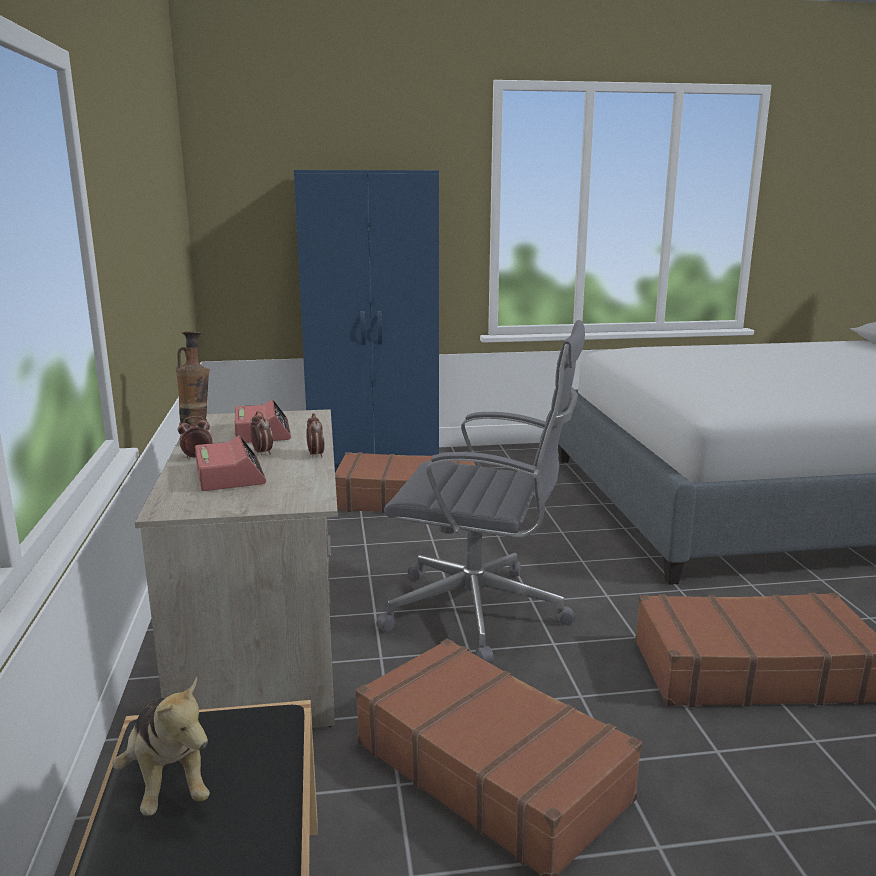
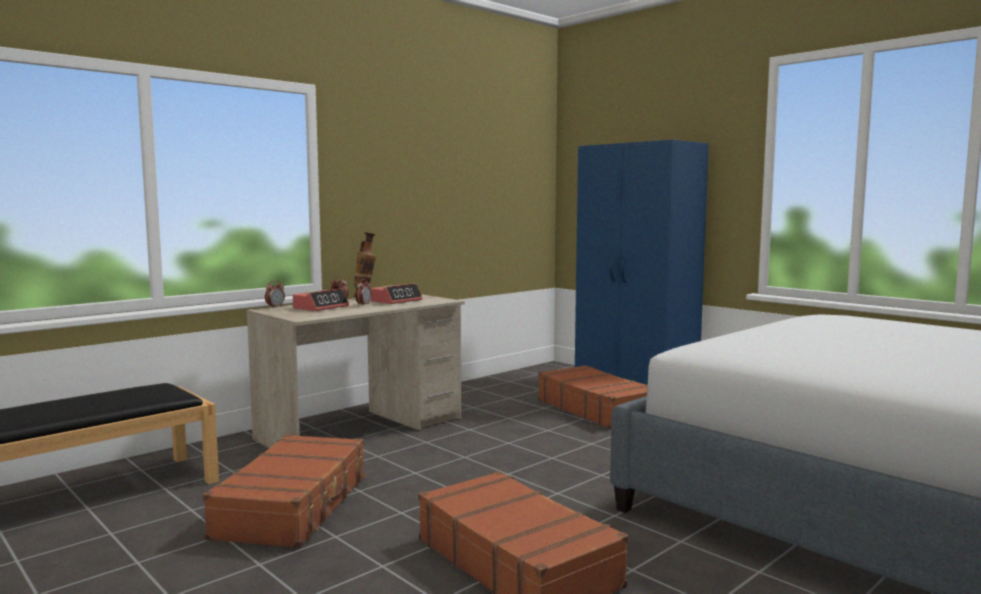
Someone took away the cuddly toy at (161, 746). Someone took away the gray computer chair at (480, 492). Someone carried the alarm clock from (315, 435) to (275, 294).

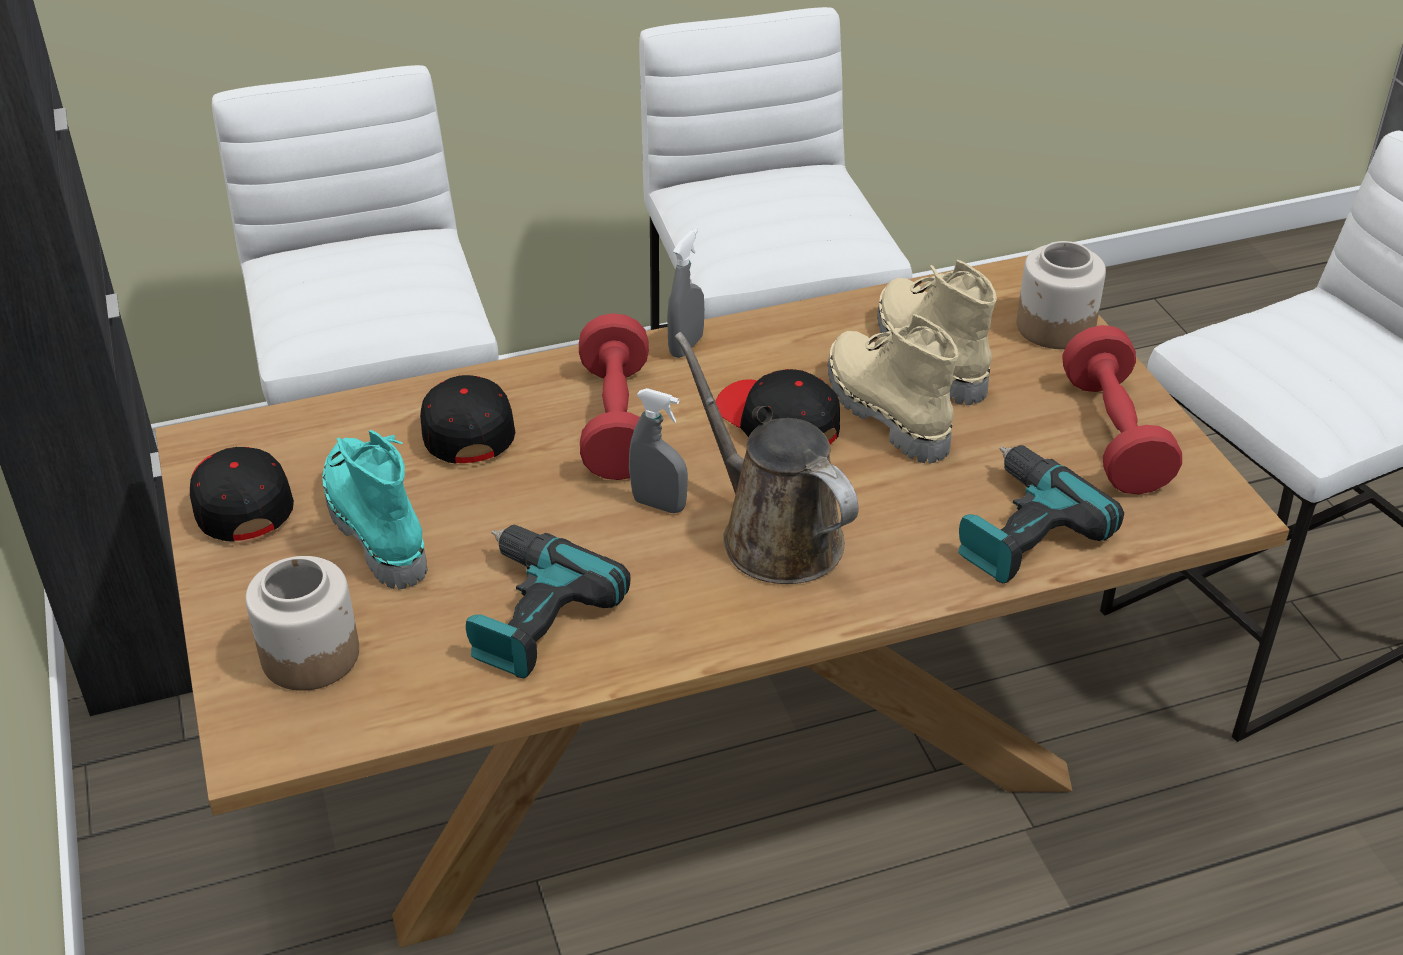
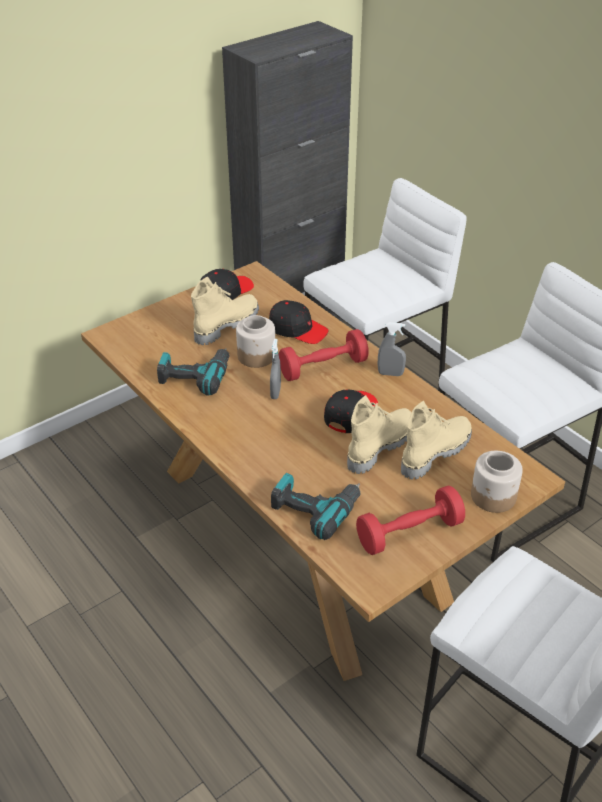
Someone took away the brownish watering pot at (766, 458). Someone carried the preserve jar from (302, 623) to (255, 341). Someone repainted the blue-green high-top boot at (374, 510), which became the sand-coloured high-top boot at (225, 311). Someone rotated the black-coloured baseball cap at (467, 419) by 60 degrees clockwise.

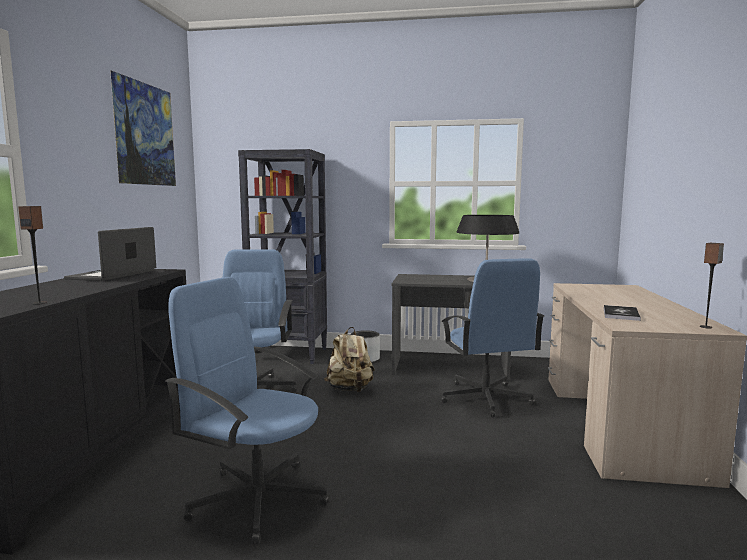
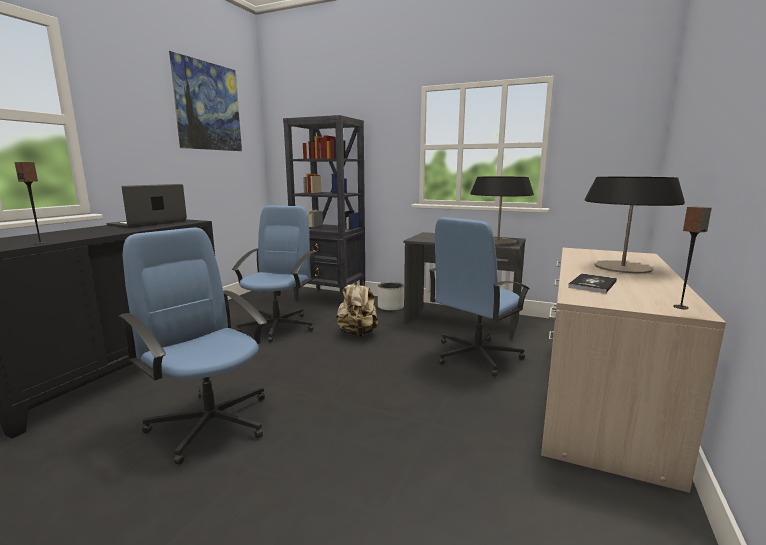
Someone put down the table lamp at (634, 225). Someone rotated the bluish computer chair at (492, 337) by 45 degrees clockwise.

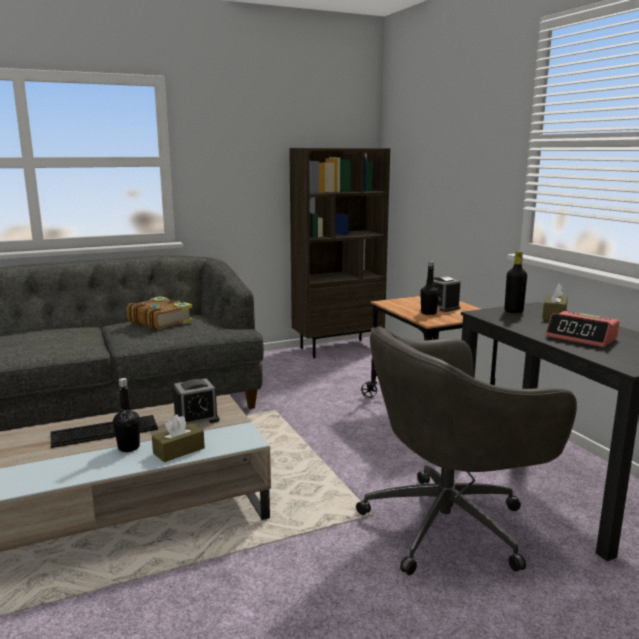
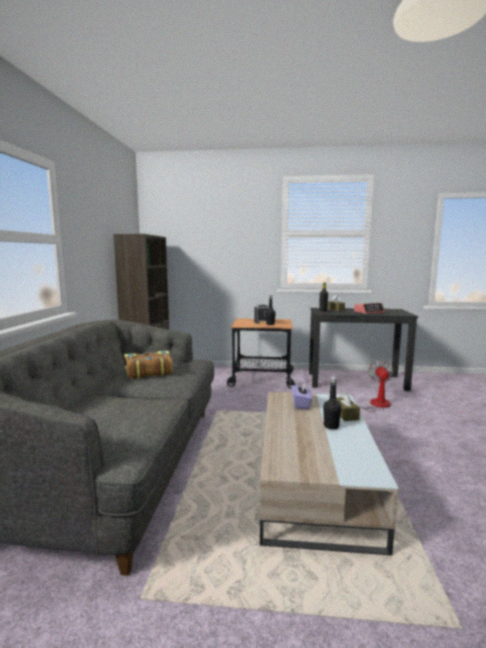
Someone took away the keyboard at (104, 431). Someone swapped the alarm clock at (196, 401) for the purplish tissue holder at (302, 396). Someone swapped the gray computer chair at (466, 451) for the electric fan at (370, 386).

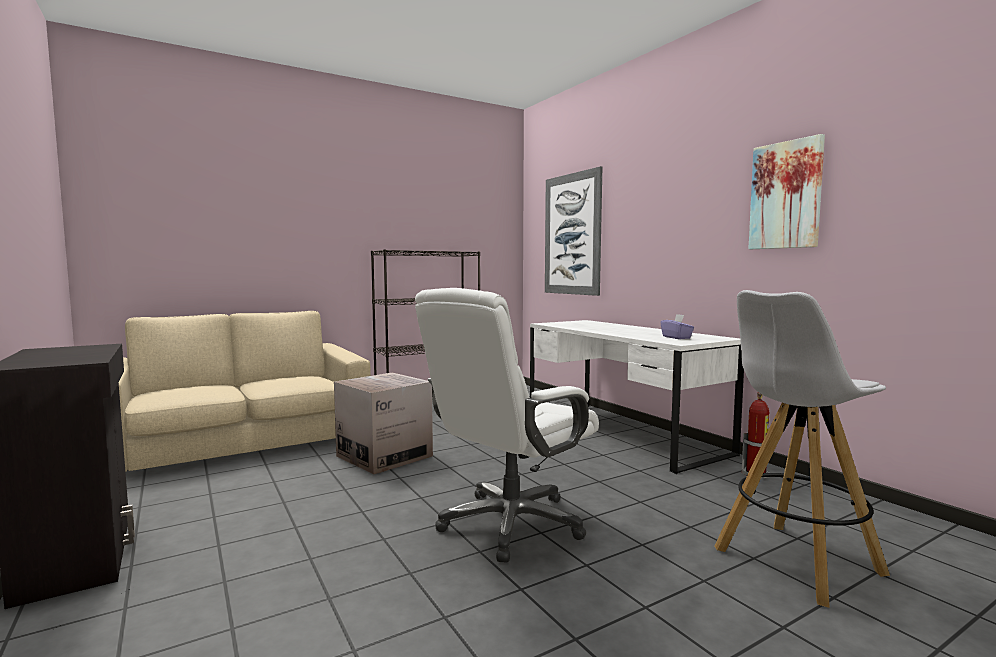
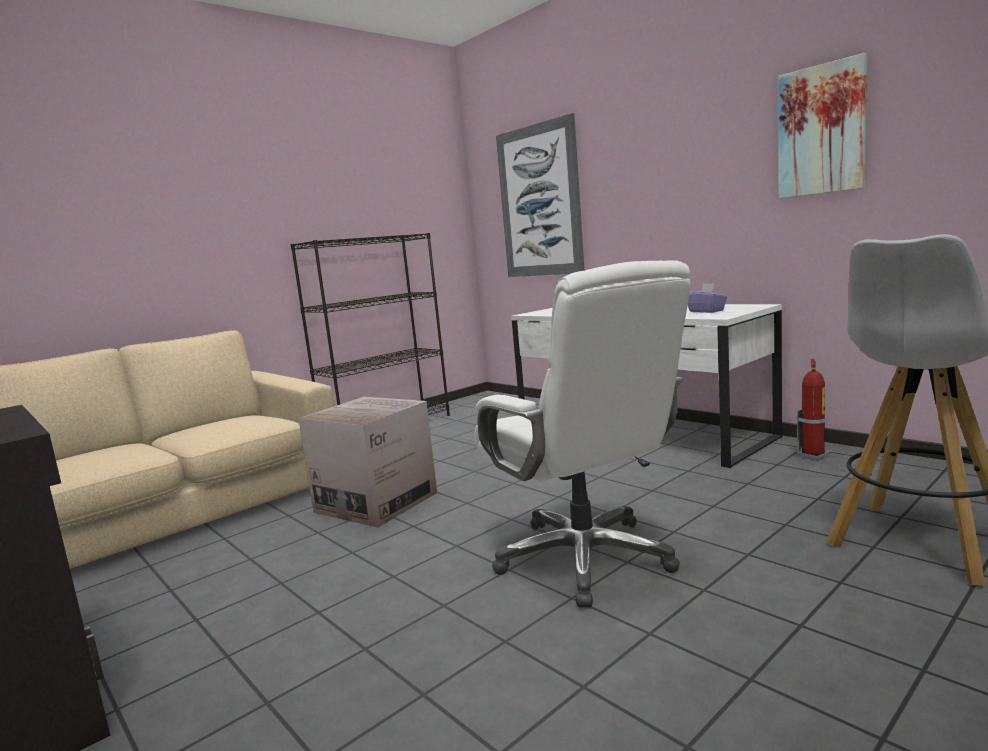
Someone rotated the whitish computer chair at (507, 425) by 60 degrees counterclockwise.

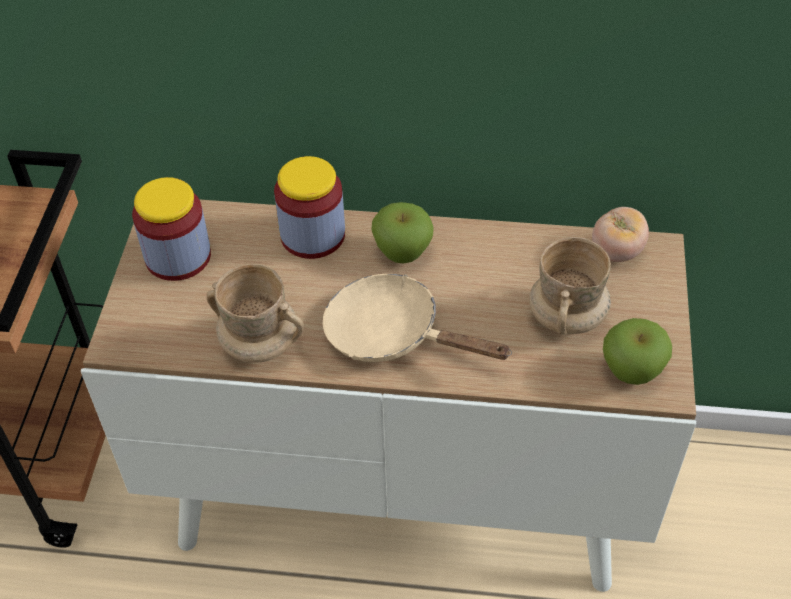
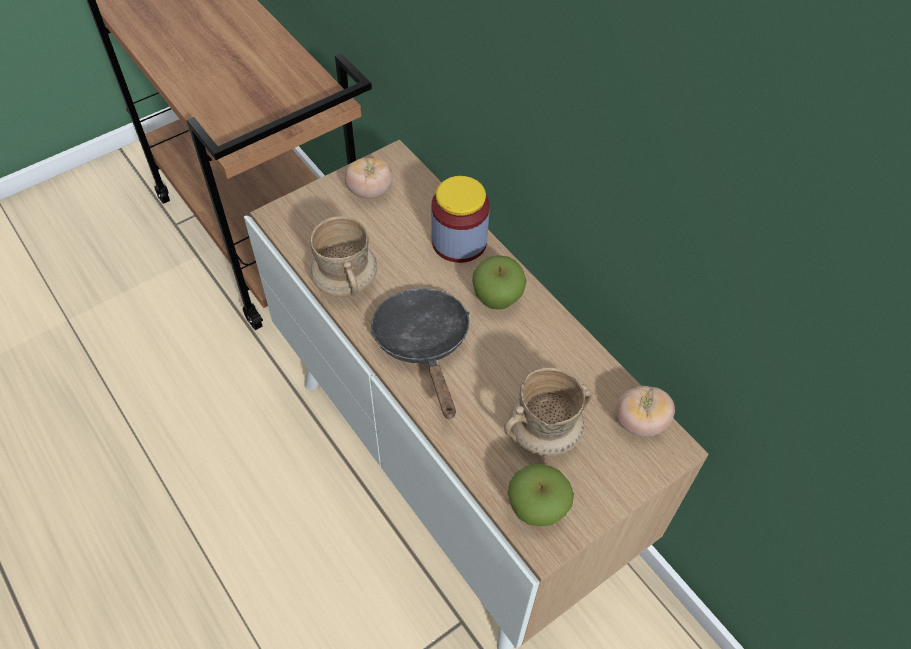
Someone swapped the preserve jar at (171, 229) for the fresh tomato at (369, 178). Someone repainted the sand-coloured pan at (417, 318), which became the black-coloured pan at (420, 353).

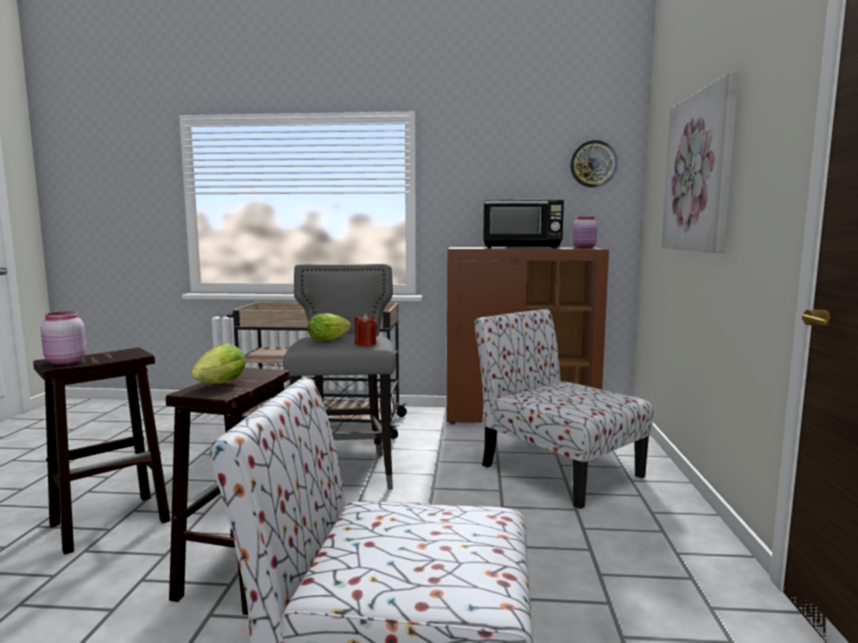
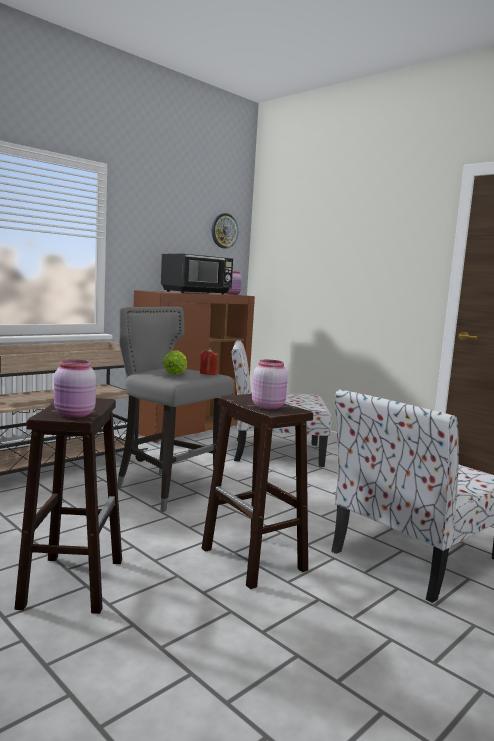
Someone took away the wall art at (700, 162). Someone swapped the lettuce head at (219, 363) for the pinkish preserve jar at (270, 384).

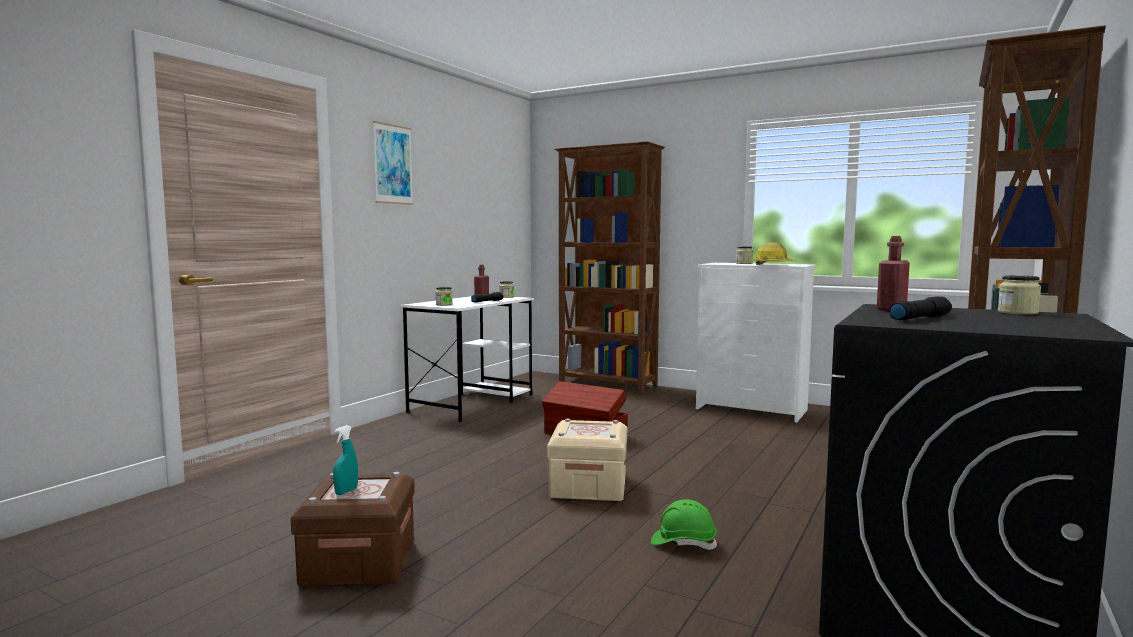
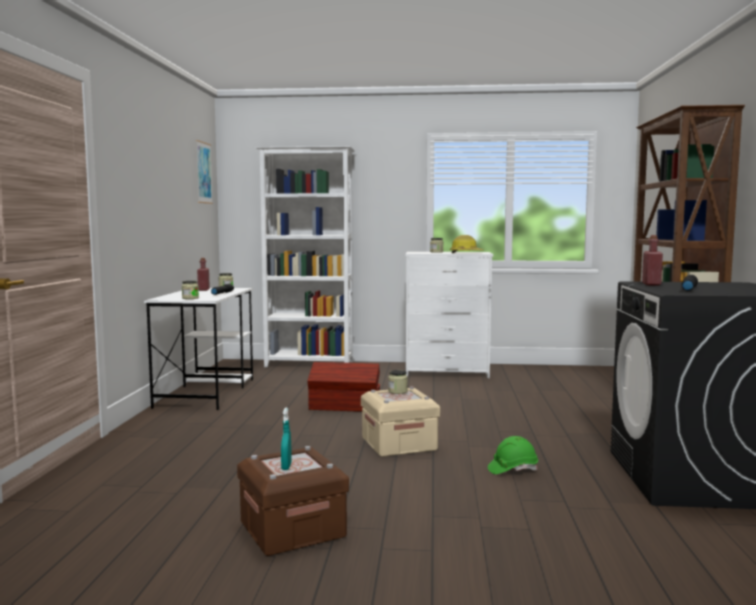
Someone carried the wall art from (393, 163) to (204, 172). Someone carried the preserve jar from (1019, 295) to (398, 382). Someone repainted the brownish bookcase at (609, 267), which became the whitish bookcase at (305, 257).

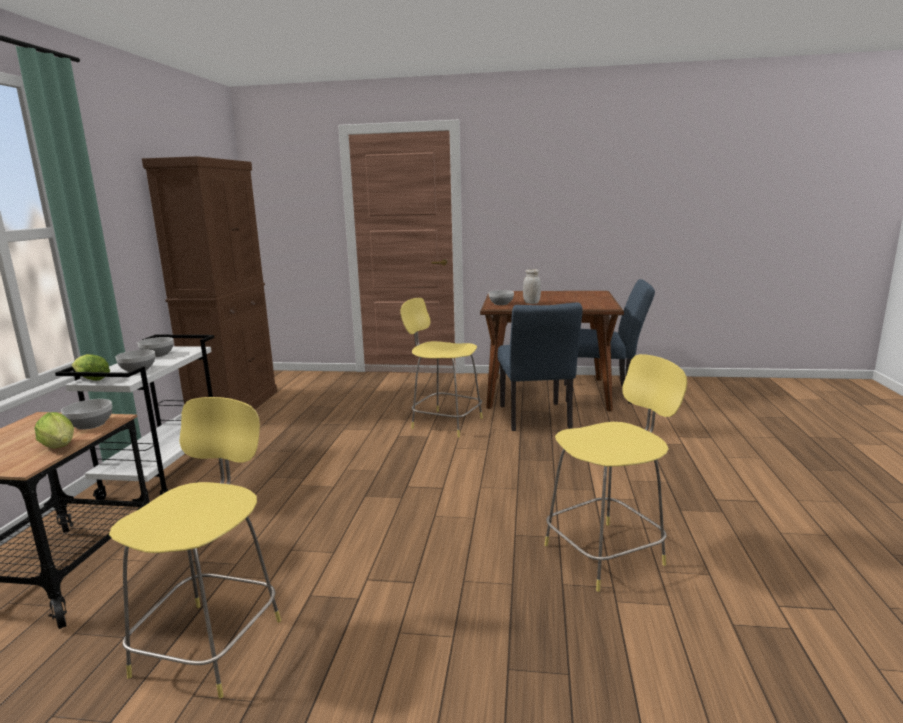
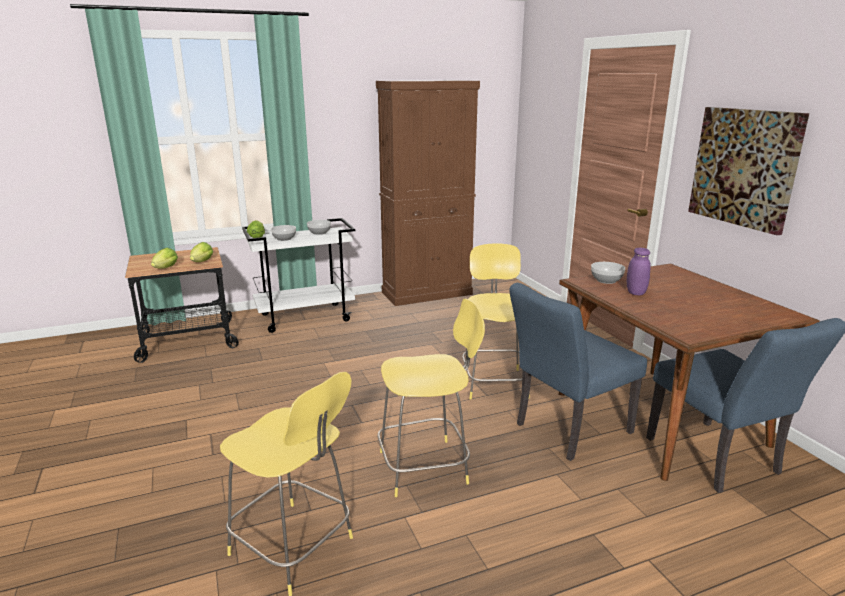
Someone put up the wall art at (748, 171). Someone carried the yellowish sitting stool from (195, 547) to (431, 397). Someone swapped the serving bowl at (86, 414) for the lettuce head at (201, 252). Someone repainted the whitish preserve jar at (532, 286), which became the purplish preserve jar at (639, 271).

